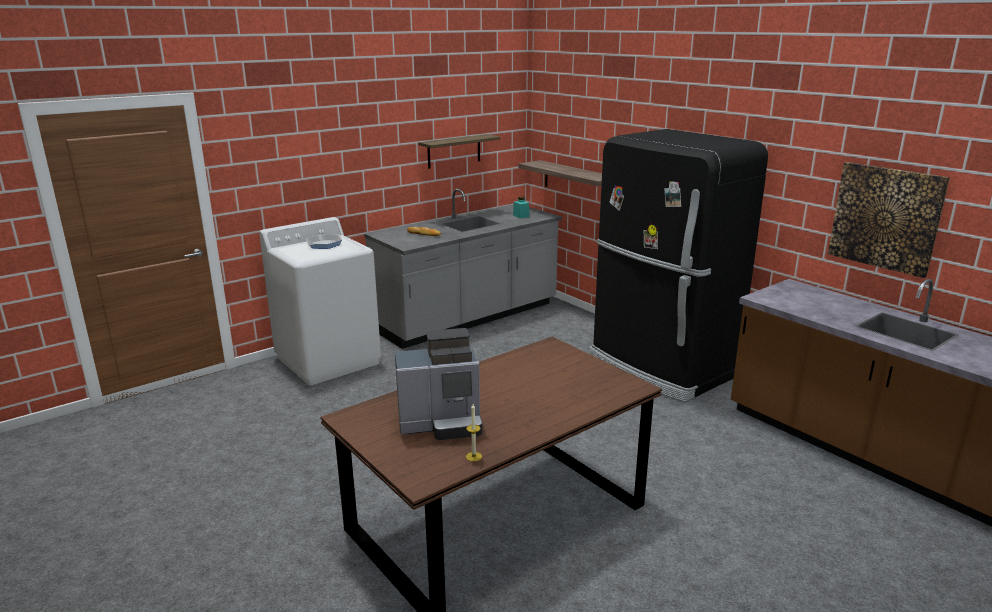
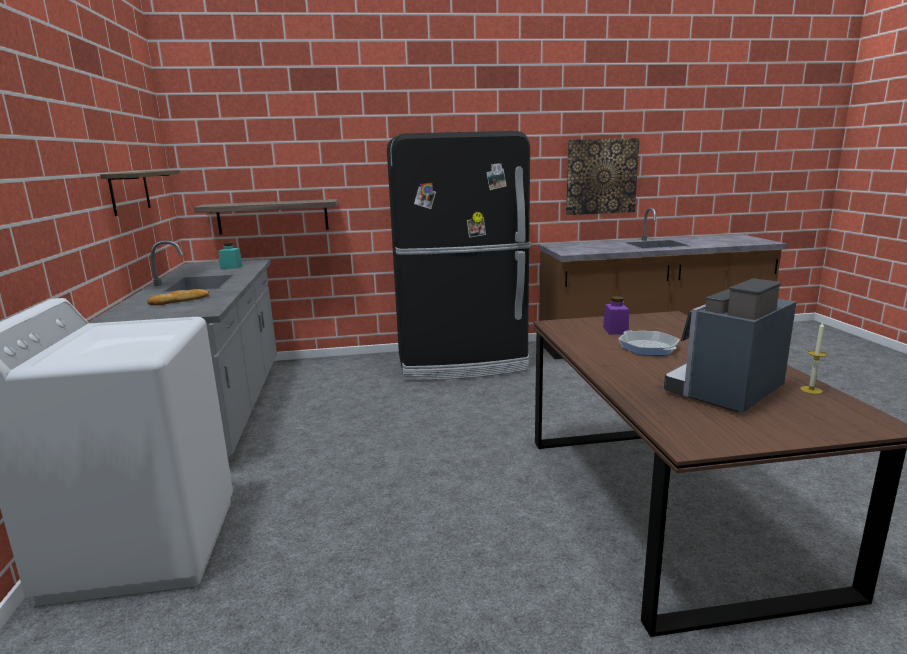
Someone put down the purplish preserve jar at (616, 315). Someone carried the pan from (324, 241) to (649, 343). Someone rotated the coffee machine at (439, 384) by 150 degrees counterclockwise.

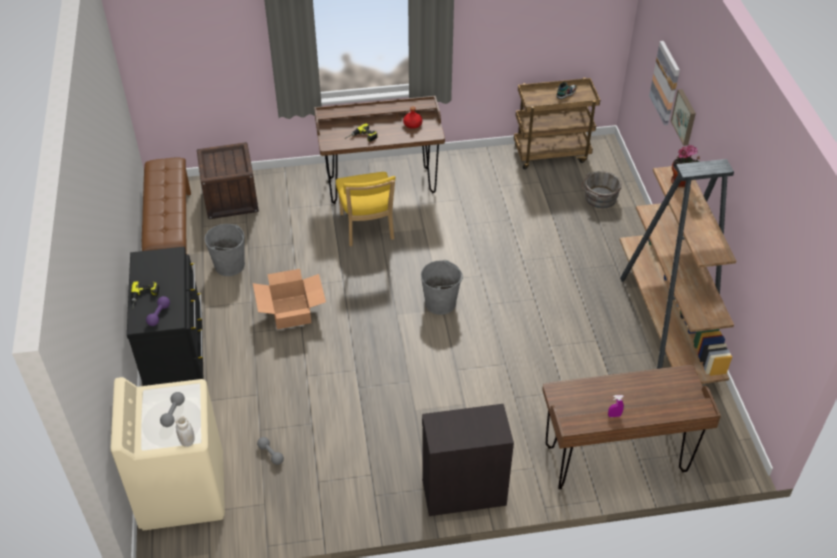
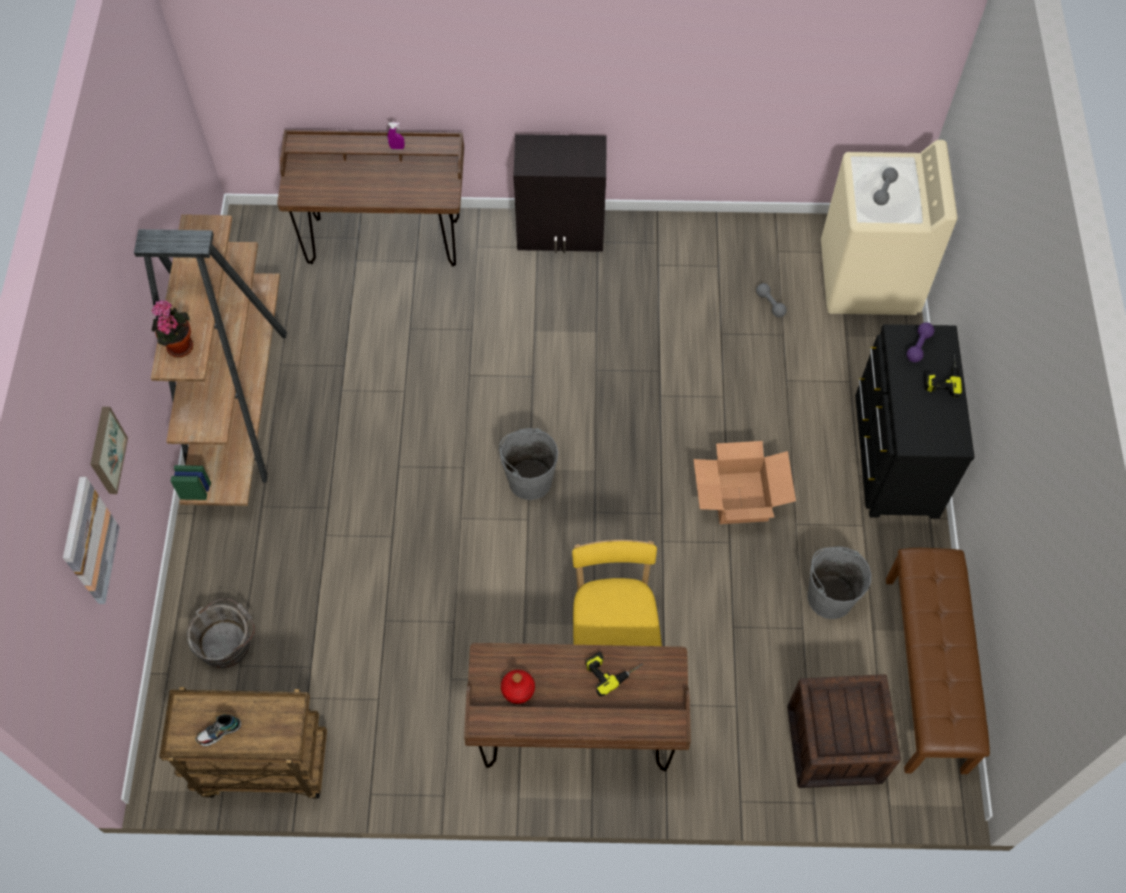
Someone took away the whitish preserve jar at (185, 431).

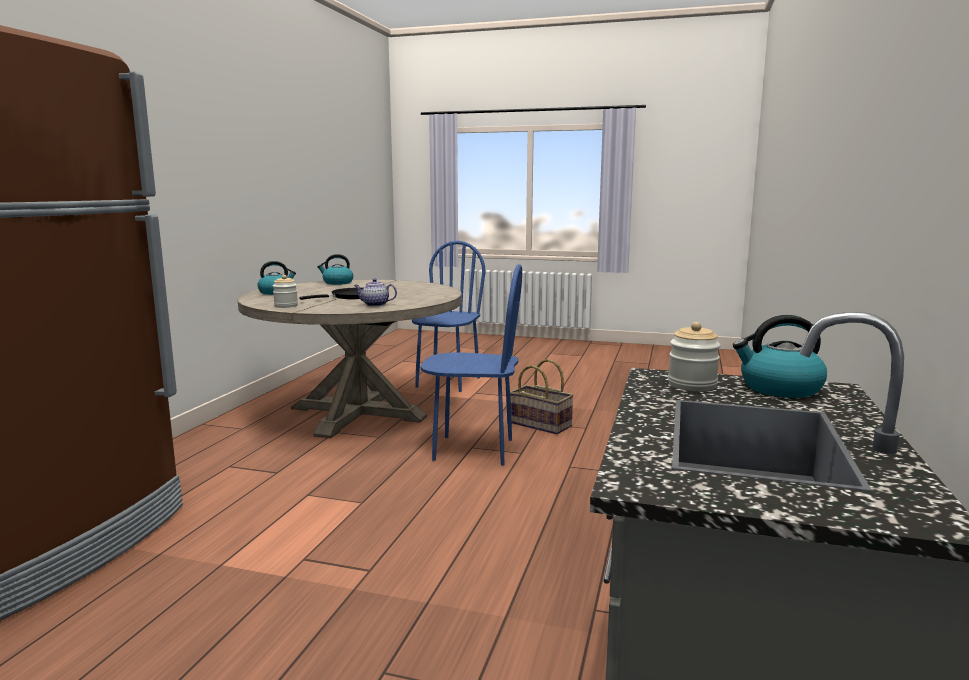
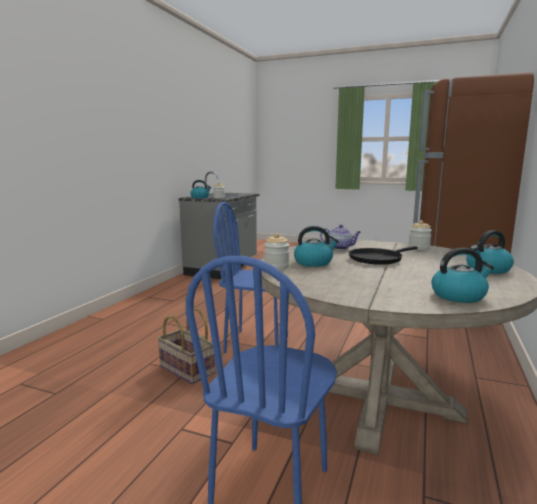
Someone put down the preserve jar at (277, 251). Someone put down the water kettle at (316, 246).

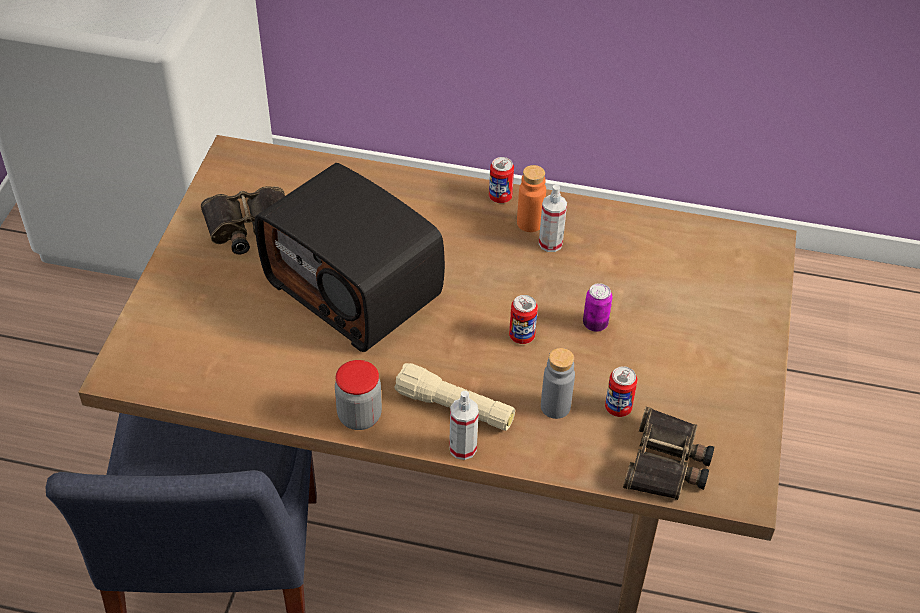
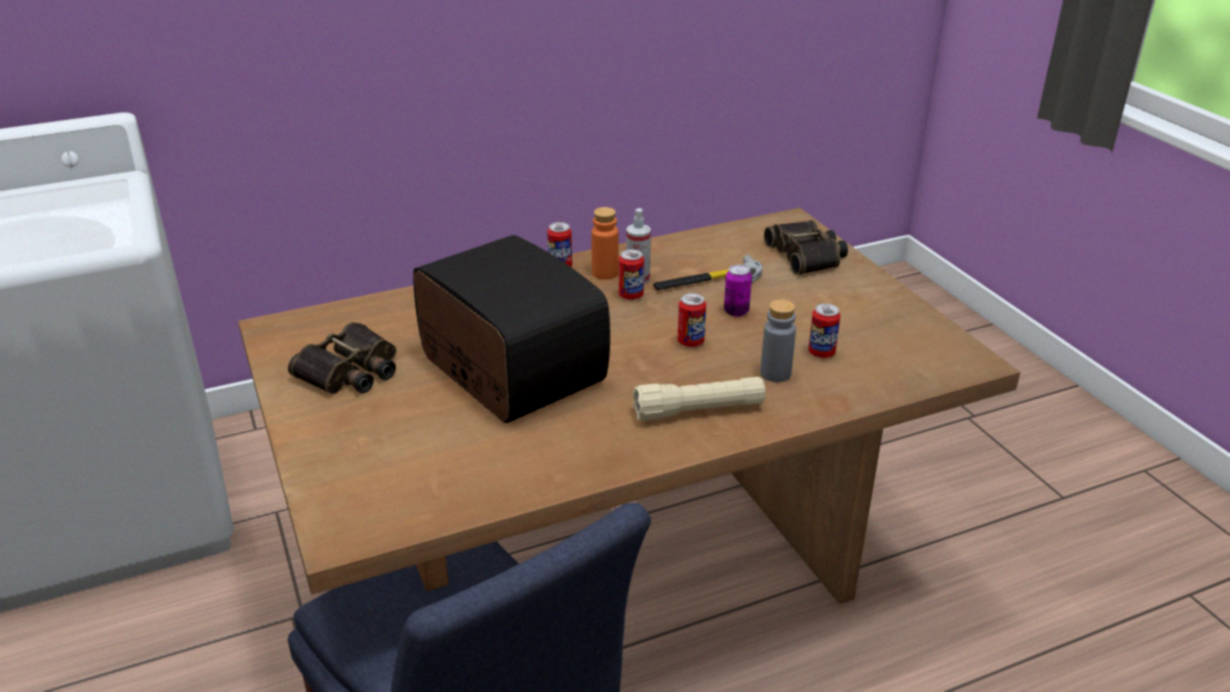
Someone took away the preserve jar at (358, 395). Someone took away the spray bottle at (464, 425). Someone put down the can at (631, 274). Someone put down the hand hammer at (707, 272). Someone carried the pair of binoculars from (668, 453) to (806, 247). Someone rotated the radio at (350, 257) by 135 degrees counterclockwise.

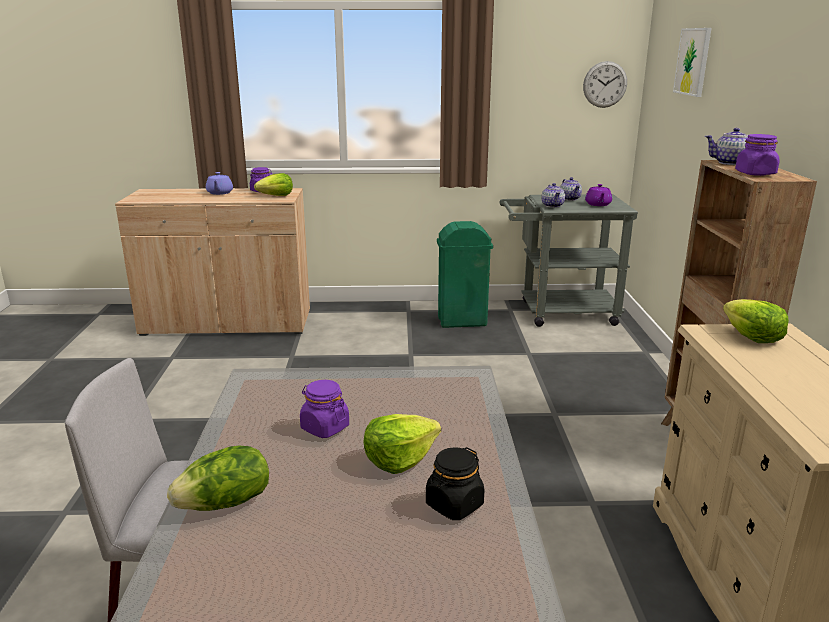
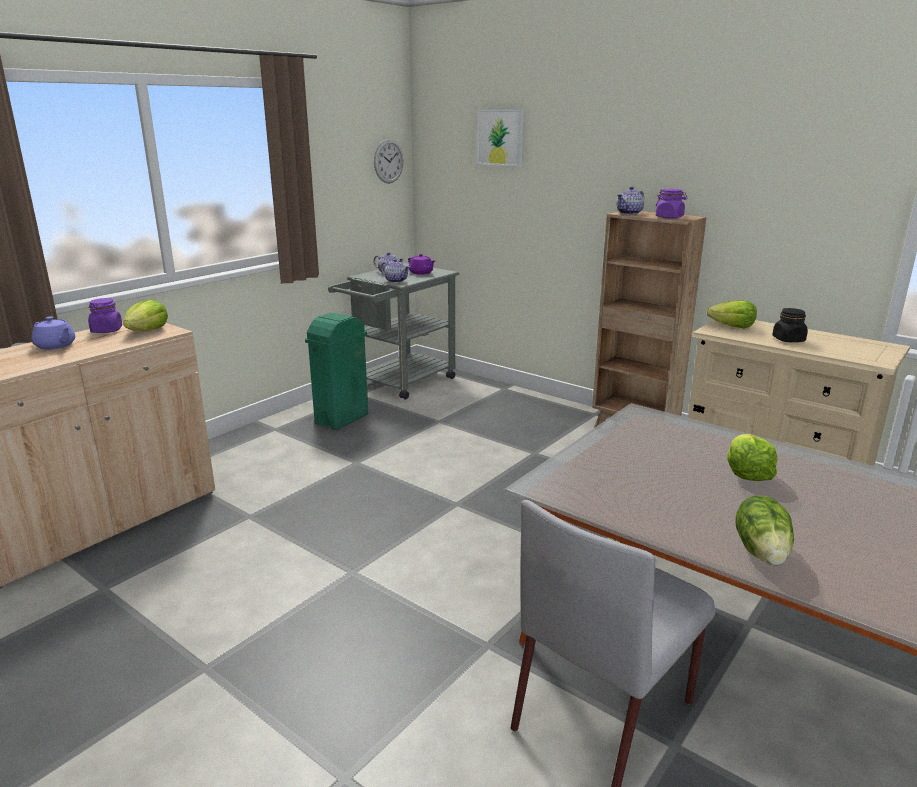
Someone took away the purplish preserve jar at (324, 409). Someone carried the black-coloured preserve jar from (455, 483) to (790, 325).

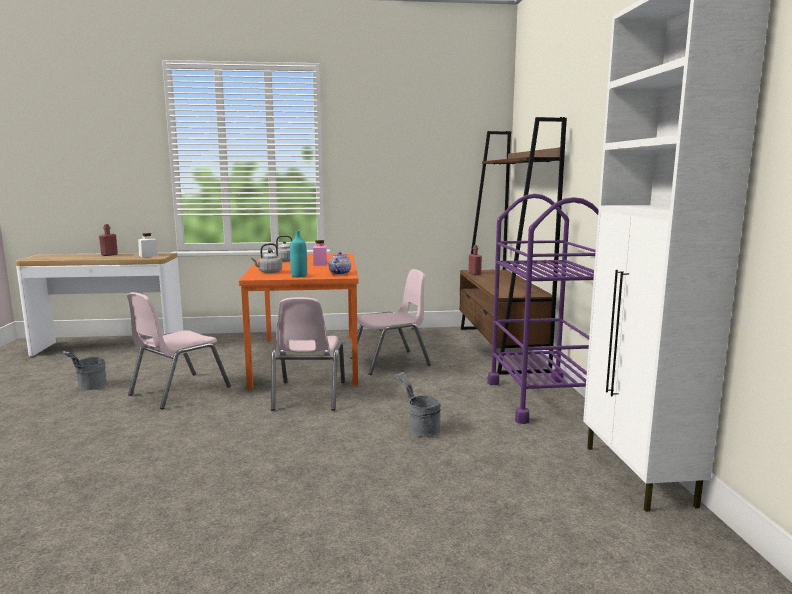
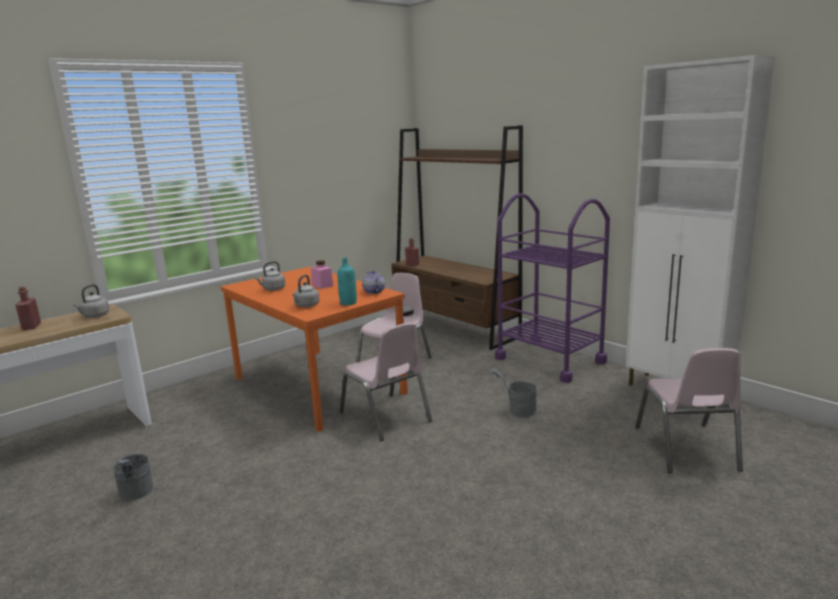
Someone carried the pinkish chair from (179, 350) to (689, 410). Someone swapped the whitish preserve jar at (148, 245) for the gray water kettle at (91, 301).

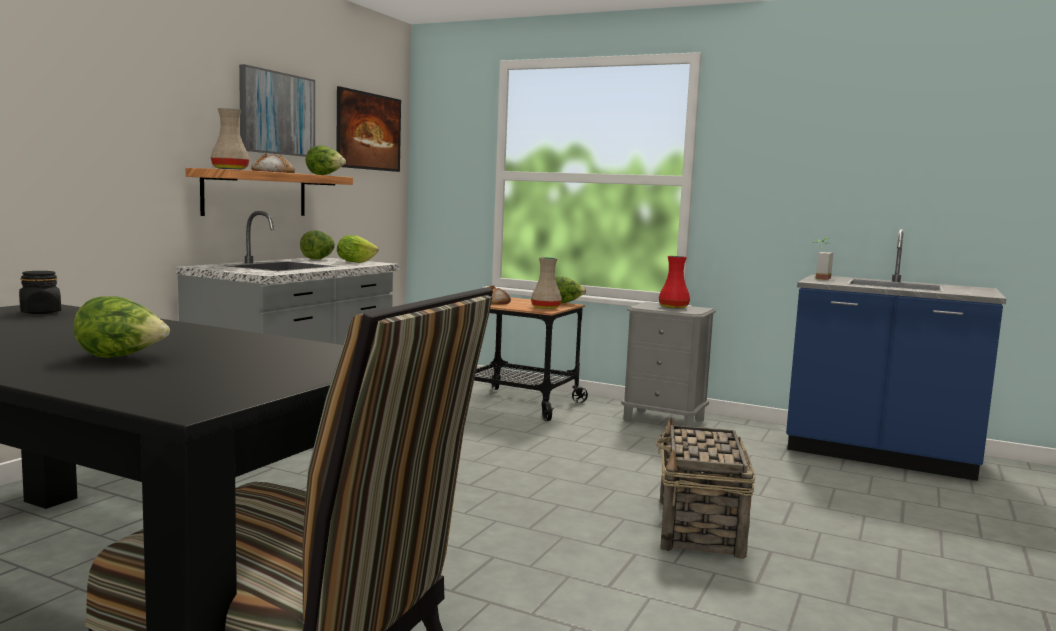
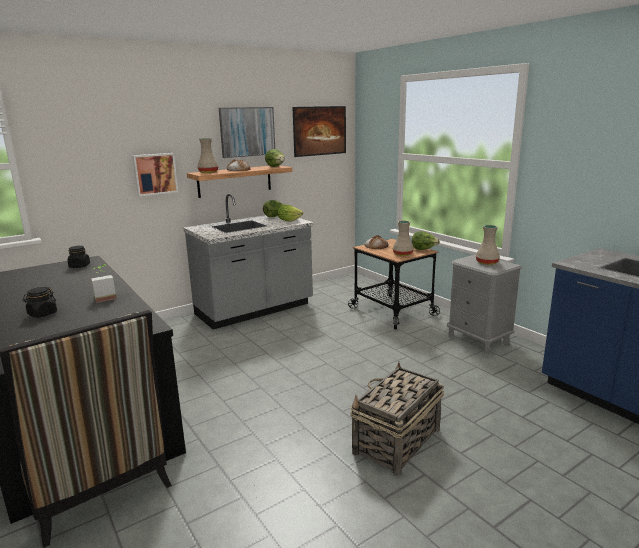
Someone put up the wall art at (155, 174). Someone carried the plant in a pot from (824, 259) to (103, 283). Someone swapped the lettuce head at (121, 327) for the black-coloured preserve jar at (40, 302). Someone repainted the red-coloured flower vase at (674, 282), which became the sand-coloured flower vase at (488, 245).

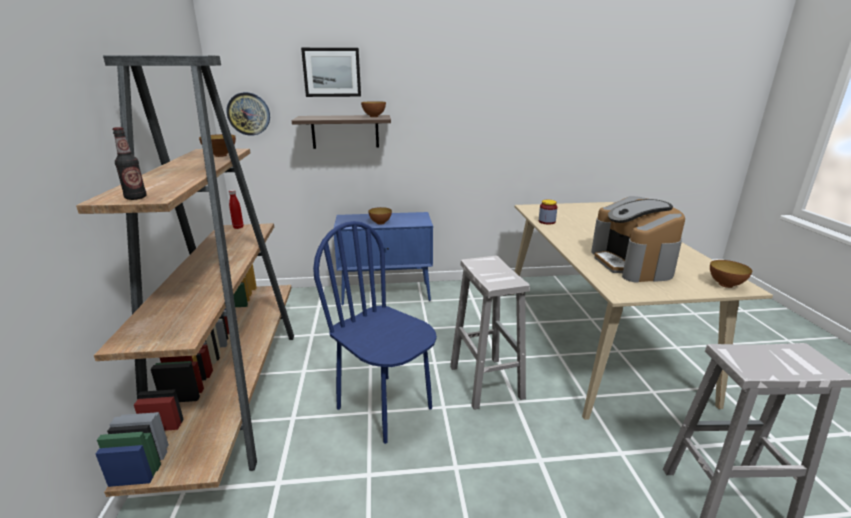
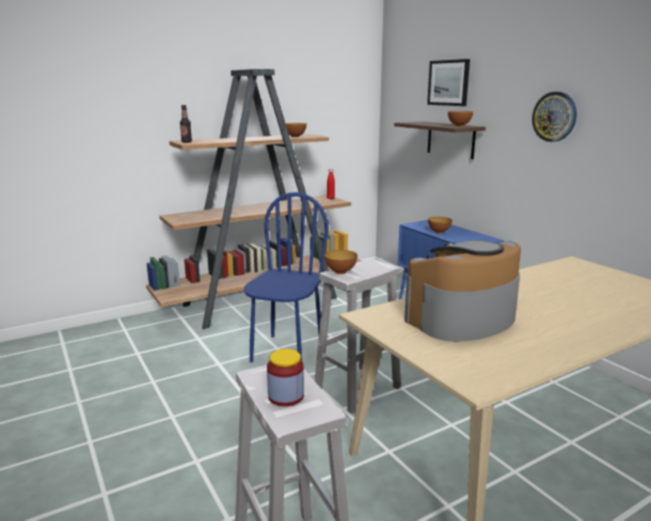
Someone carried the hanging clock from (248, 114) to (554, 117). Someone carried the preserve jar from (548, 212) to (285, 377). Someone carried the serving bowl from (731, 274) to (341, 262).

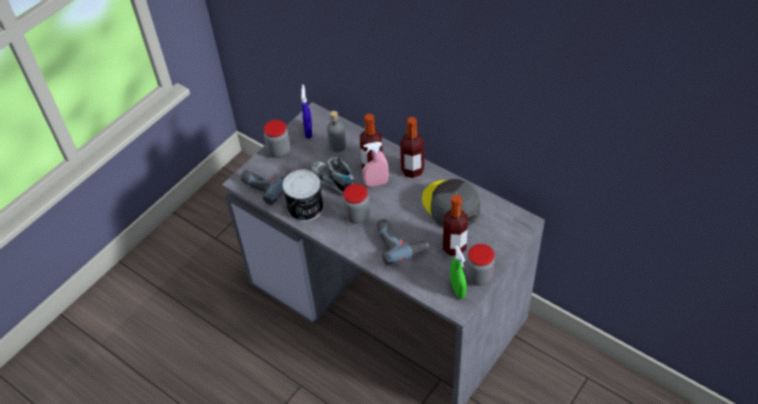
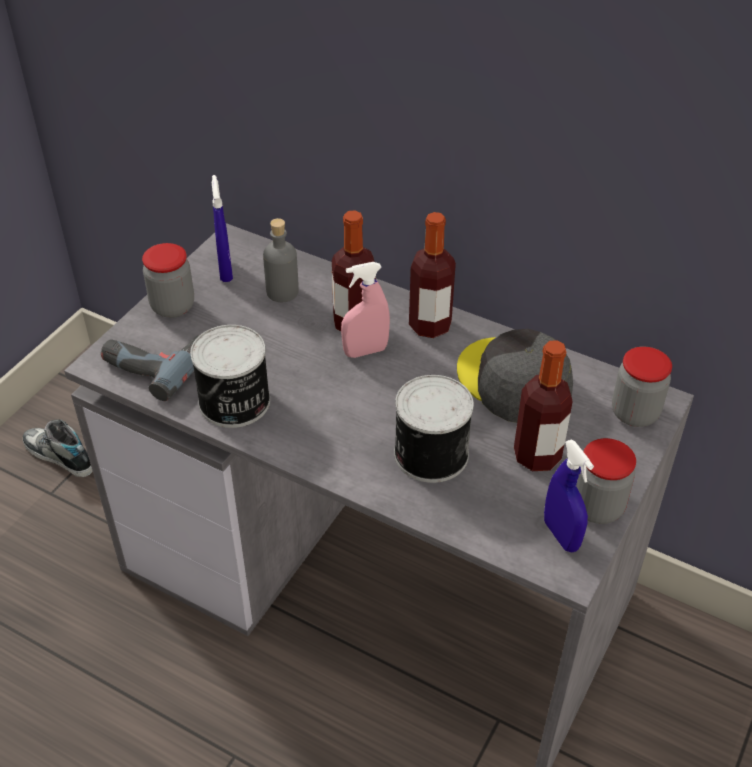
Someone carried the low shoe from (332, 176) to (57, 448). Someone carried the preserve jar from (356, 204) to (642, 386). Someone swapped the power drill at (402, 242) for the can at (434, 429). Someone repainted the green-coloured spray bottle at (458, 272), which became the bluish spray bottle at (569, 496).

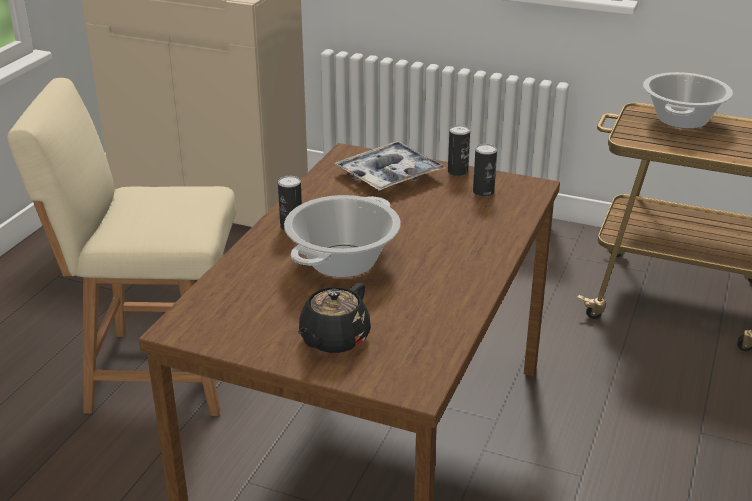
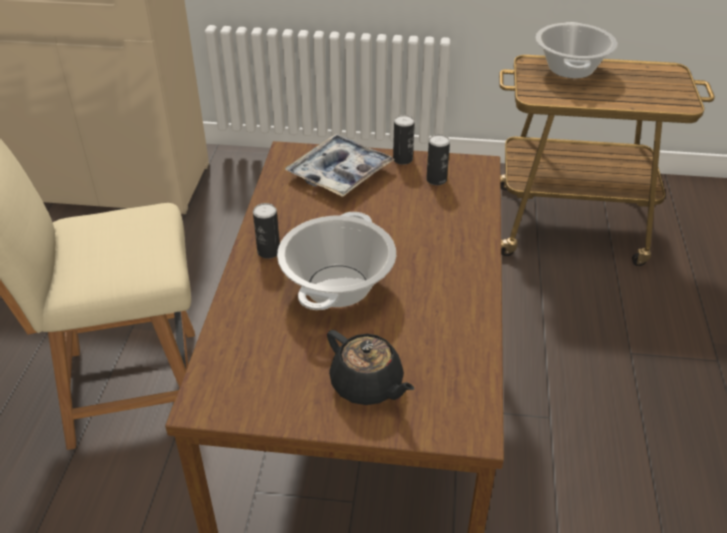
Someone rotated the black-coloured teapot at (334, 318) by 60 degrees counterclockwise.

